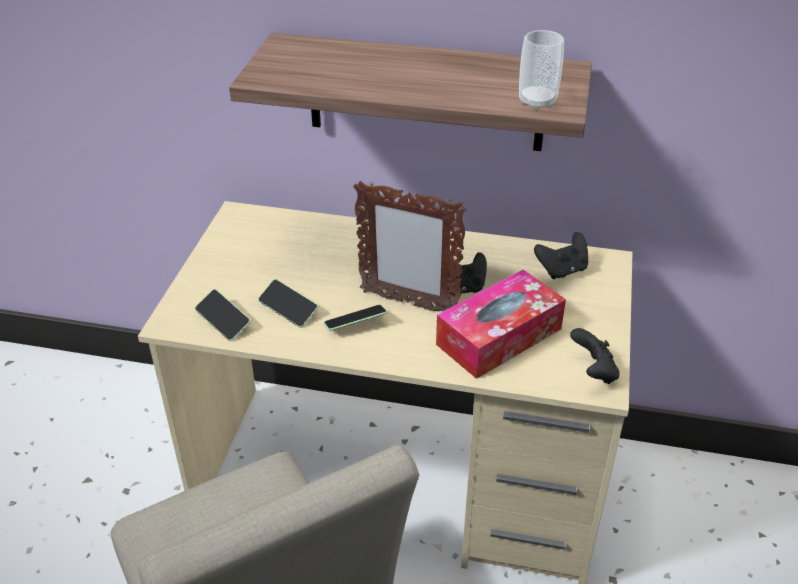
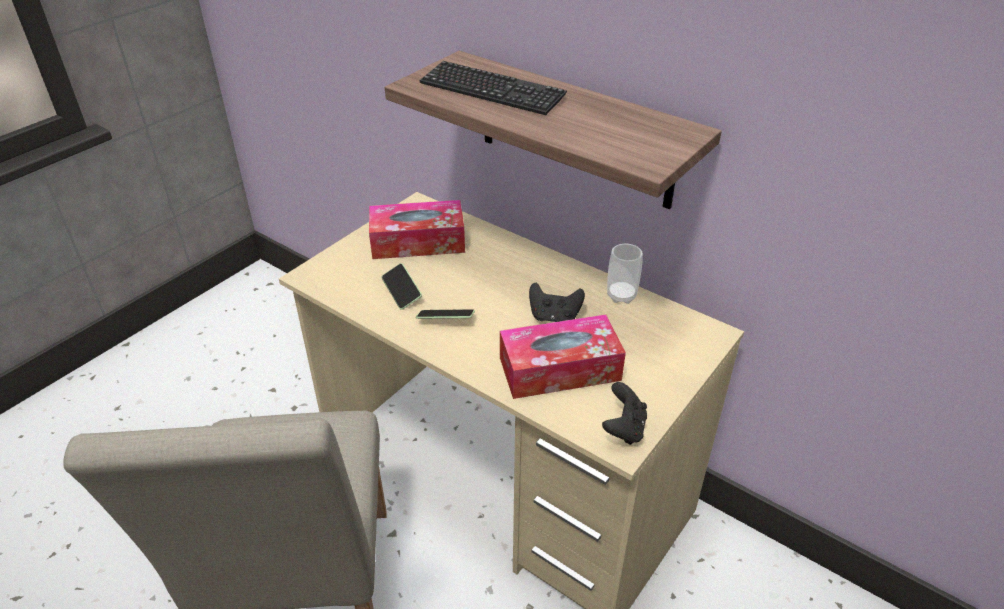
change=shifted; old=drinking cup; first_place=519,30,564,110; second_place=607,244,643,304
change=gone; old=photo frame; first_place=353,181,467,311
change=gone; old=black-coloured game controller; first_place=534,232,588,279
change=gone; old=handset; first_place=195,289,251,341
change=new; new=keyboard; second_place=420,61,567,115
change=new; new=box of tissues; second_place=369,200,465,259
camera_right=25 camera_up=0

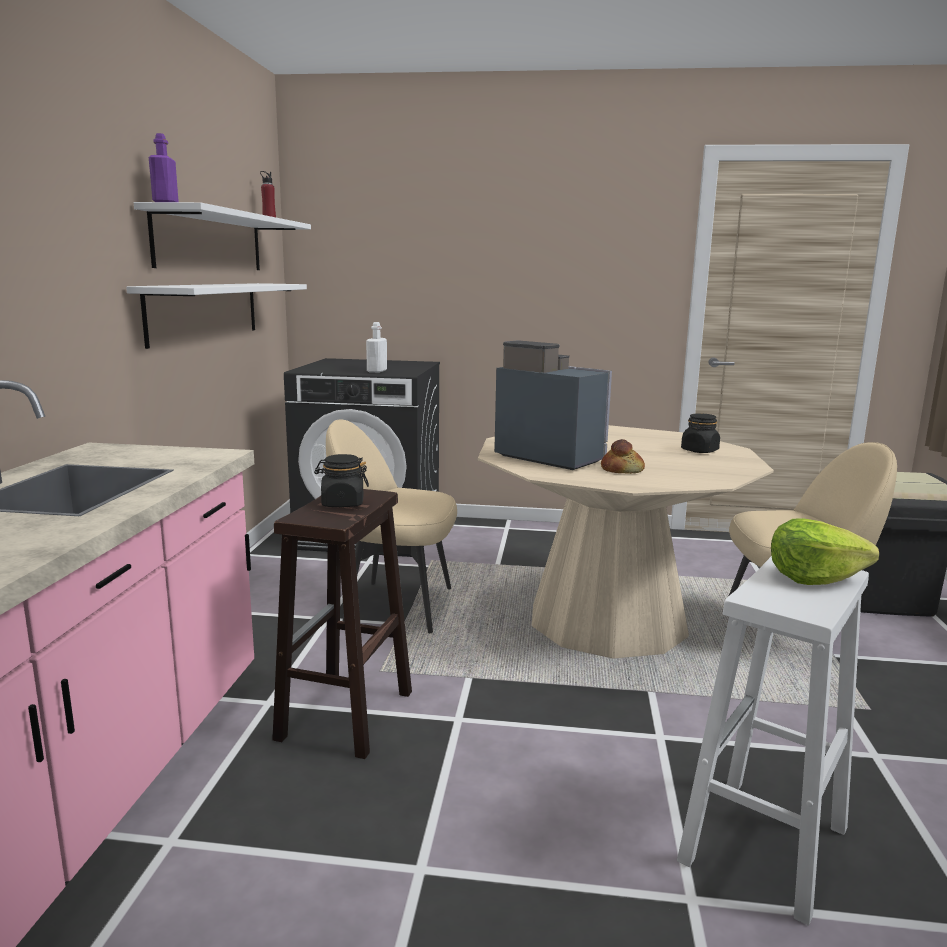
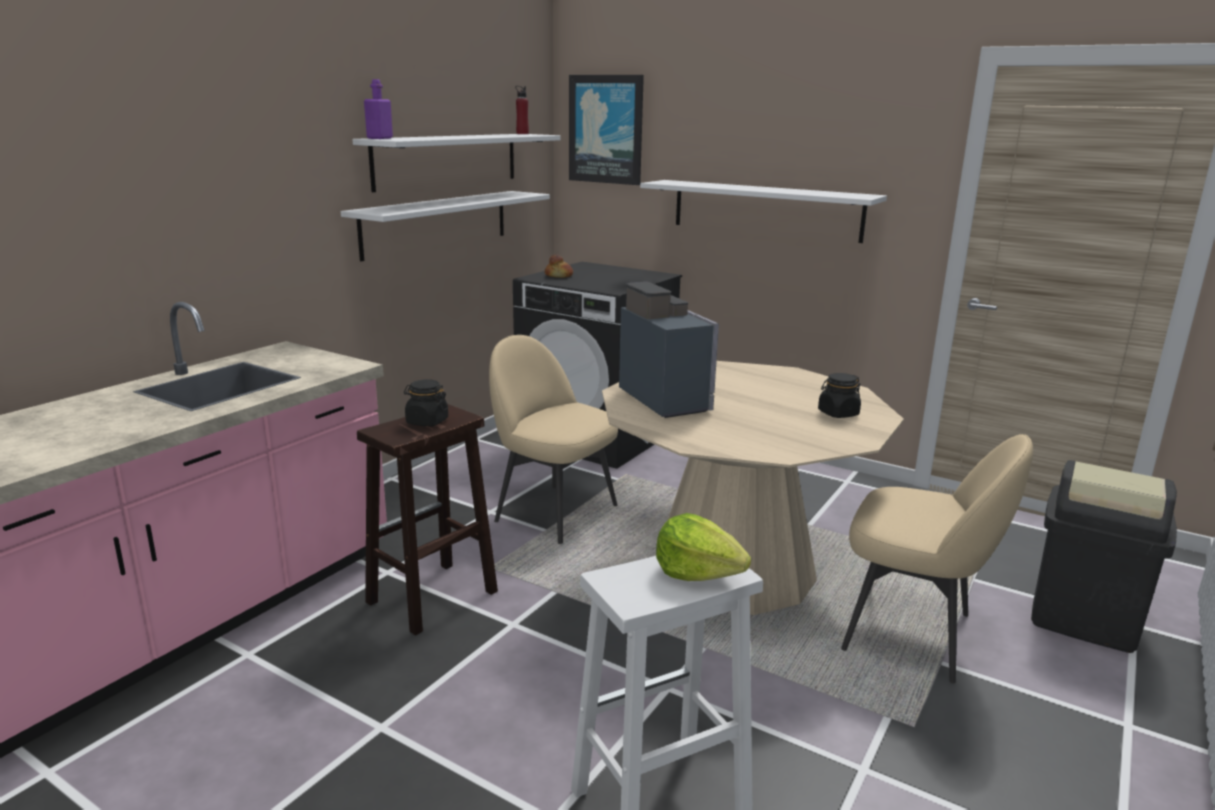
change=gone; old=white-coloured bottle; first_place=366,322,387,373
change=shifted; old=baked bread; first_place=601,439,645,474; second_place=545,254,573,278
change=new; new=wall art; second_place=569,75,644,185
change=new; new=white-coloured shelf; second_place=640,180,887,243
camera_right=25 camera_up=5

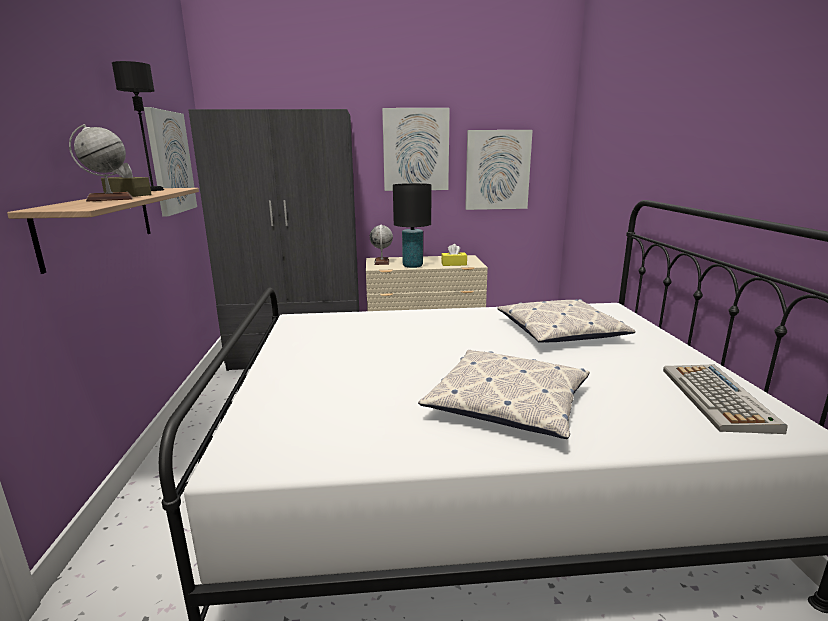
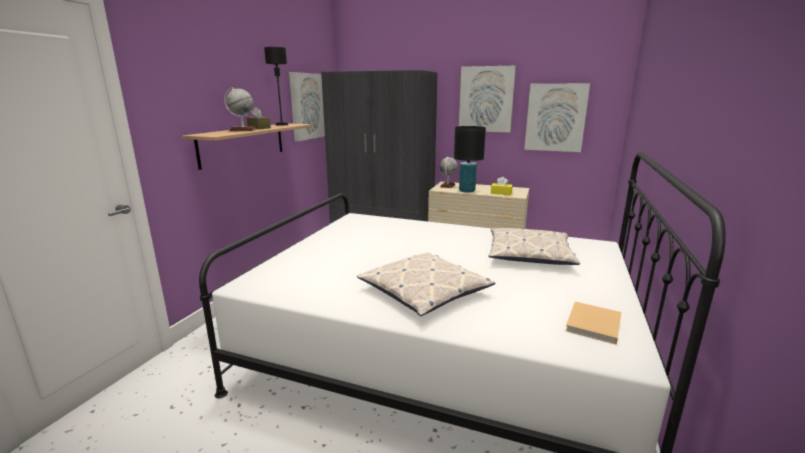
change=swapped; old=keyboard; new=sand-coloured bound book; first_place=663,364,788,434; second_place=565,302,621,345
camera_right=25 camera_up=0

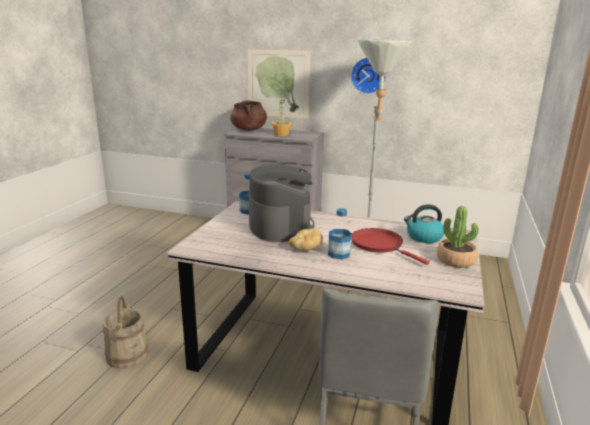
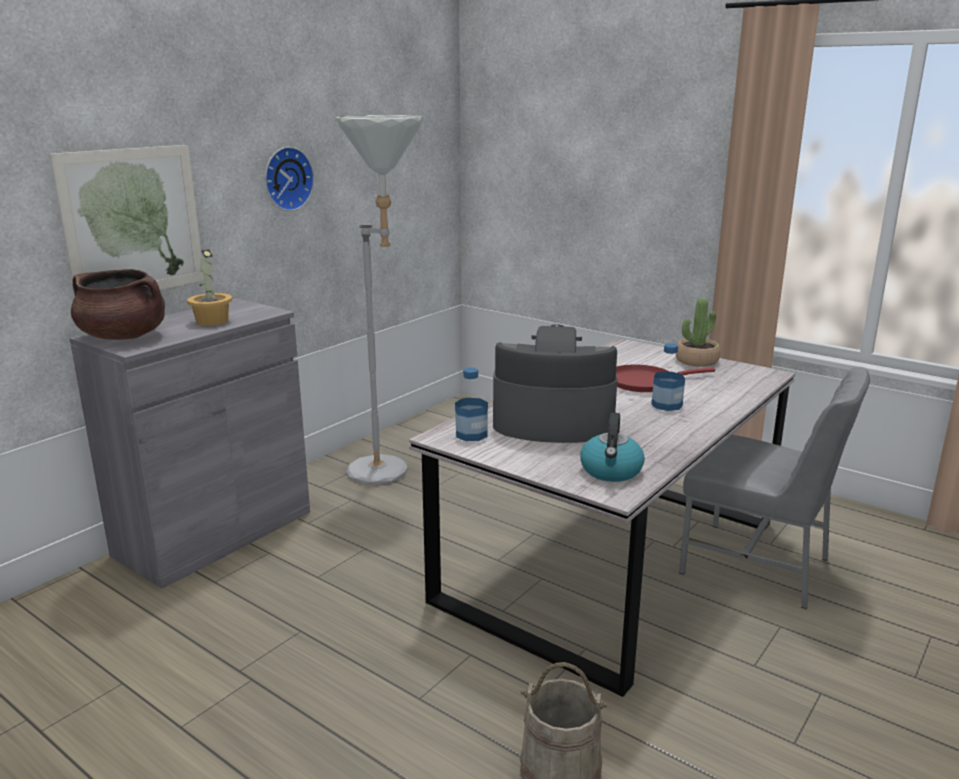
change=shifted; old=water kettle; first_place=404,204,444,243; second_place=580,413,645,482
change=gone; old=baked bread; first_place=289,229,323,251
camera_right=-70 camera_up=0

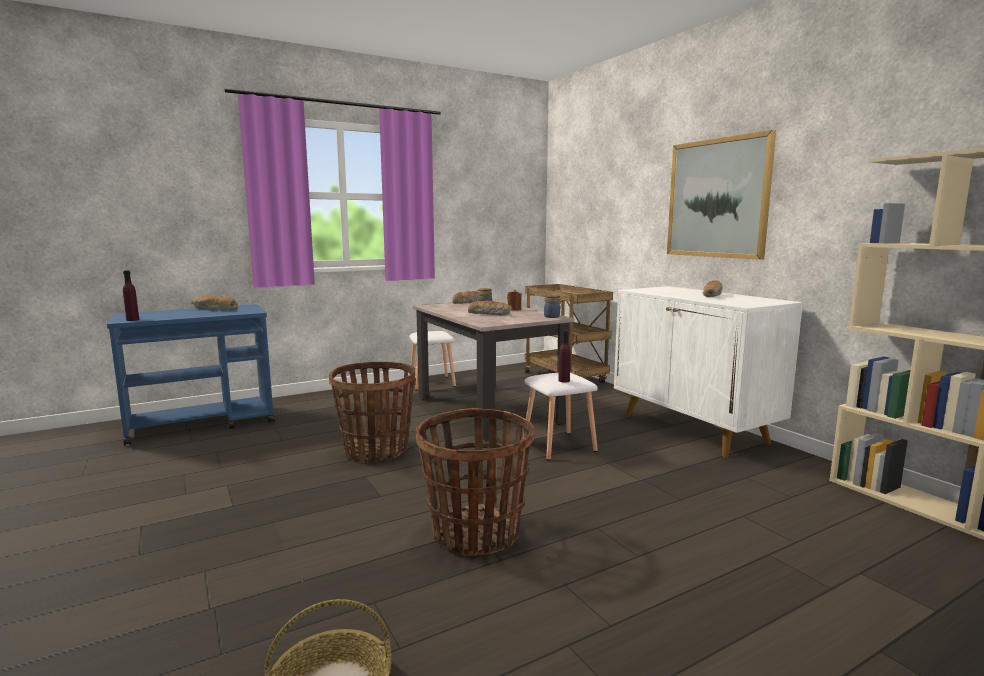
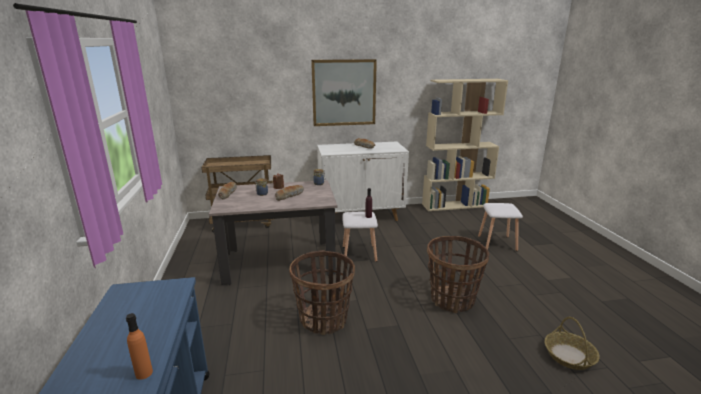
change=repainted; old=purplish bottle; new=orange bottle; first_place=123,270,139,321; second_place=126,313,153,380
change=gone; old=baked bread; first_place=191,296,238,309
change=shifted; old=white-coloured stool; first_place=409,331,456,390; second_place=478,203,523,251
camera_right=-70 camera_up=10

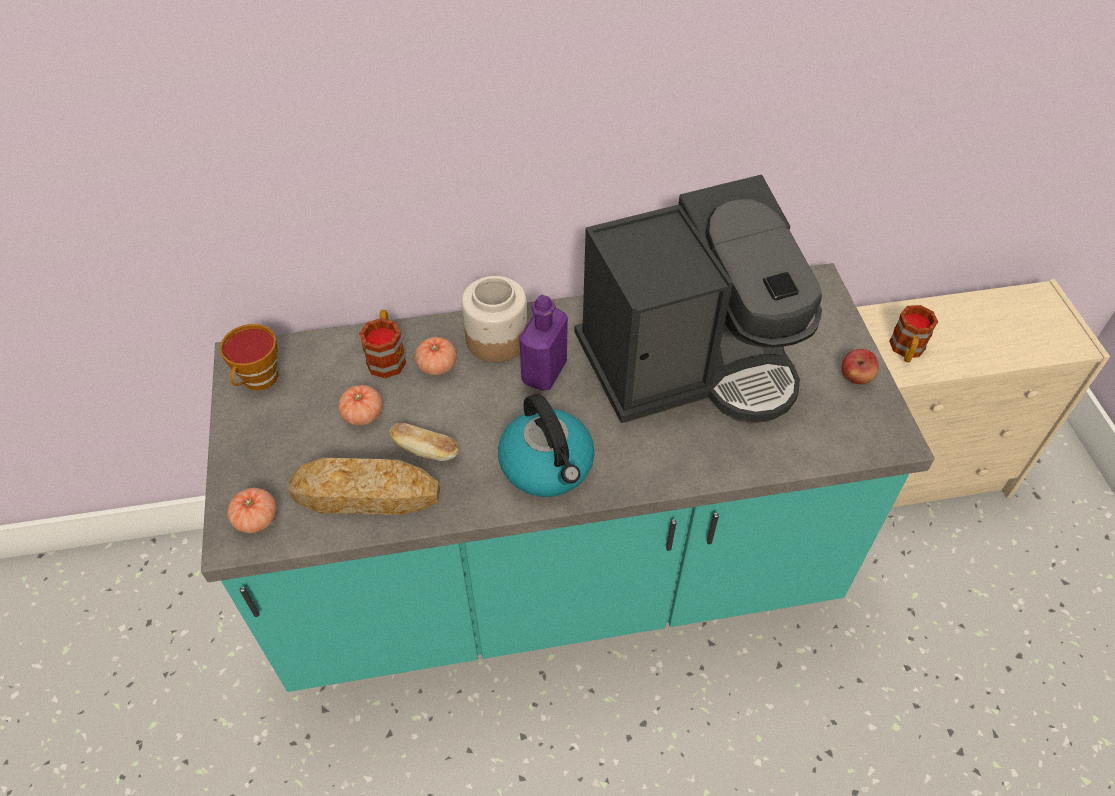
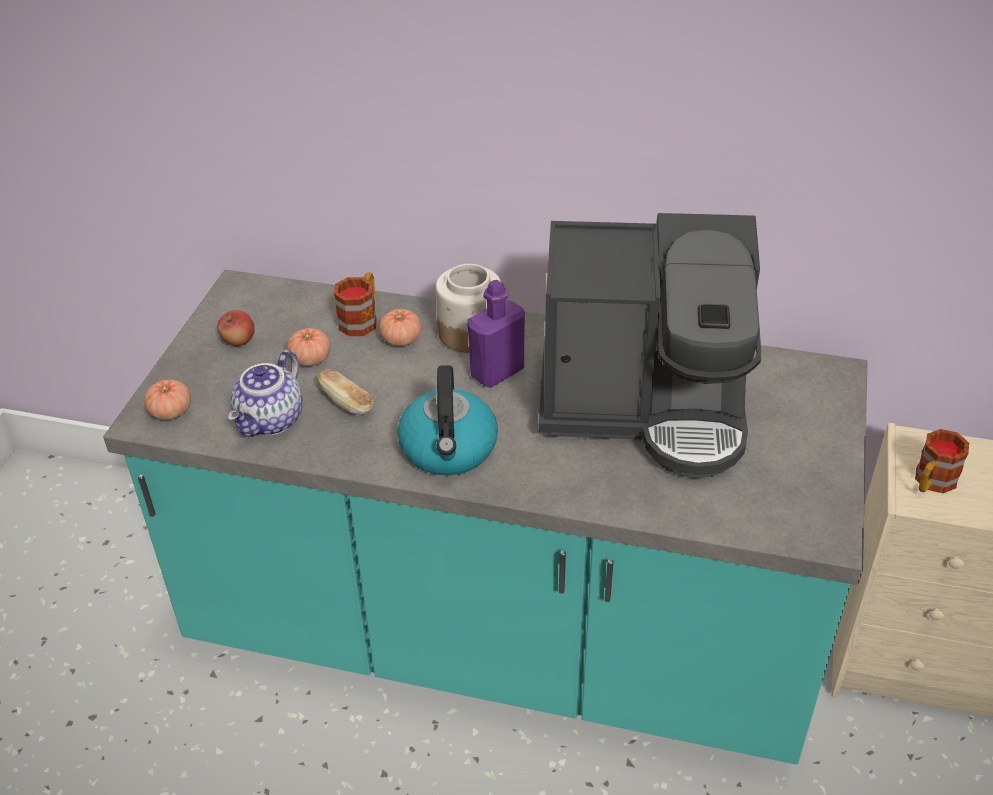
change=gone; old=drinking cup; first_place=220,324,278,391
change=shifted; old=apple; first_place=841,349,879,384; second_place=217,310,255,346
change=swapped; old=baked bread; new=teapot; first_place=287,458,440,515; second_place=228,350,303,437
camera_right=25 camera_up=-10

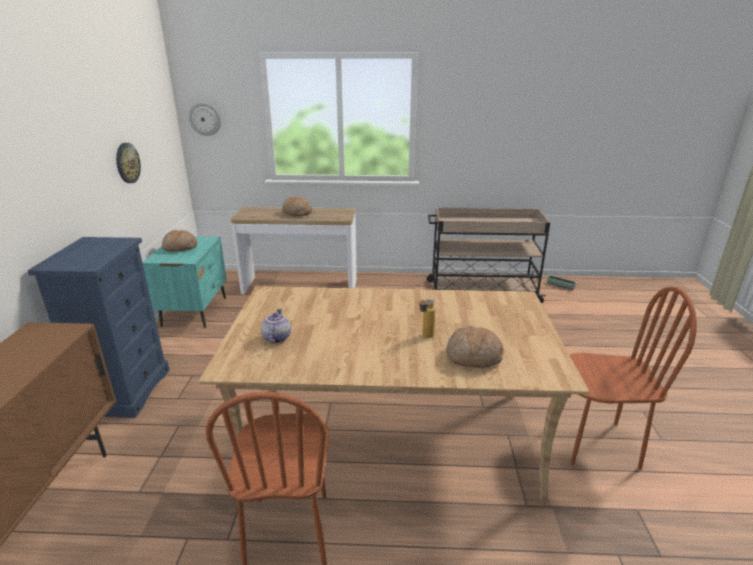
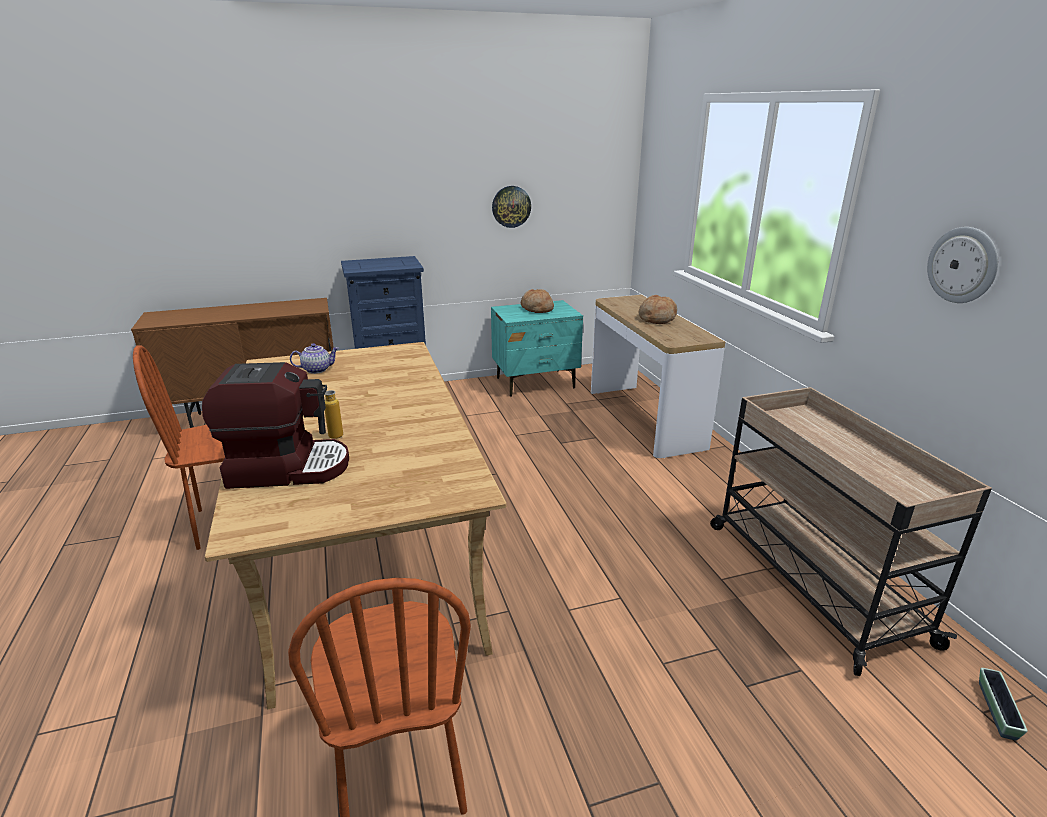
change=shifted; old=wall clock; first_place=189,103,221,136; second_place=927,227,998,303
change=swapped; old=baked bread; new=coffee maker; first_place=446,325,504,368; second_place=202,362,349,489
camera_right=70 camera_up=0

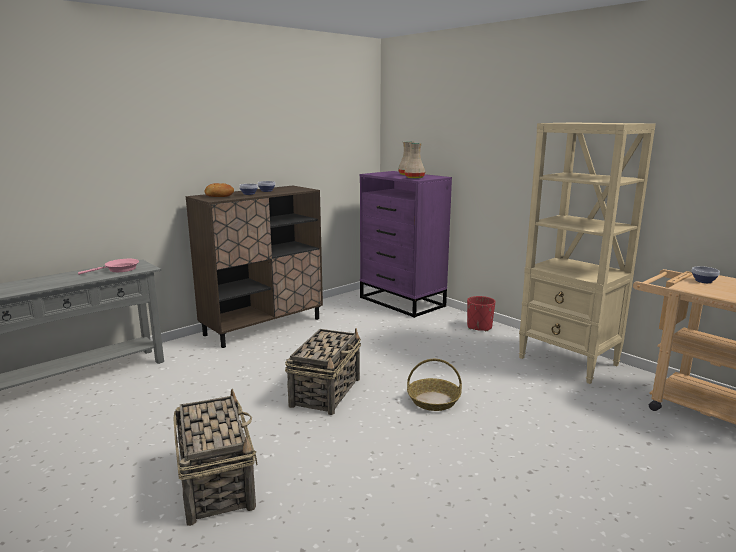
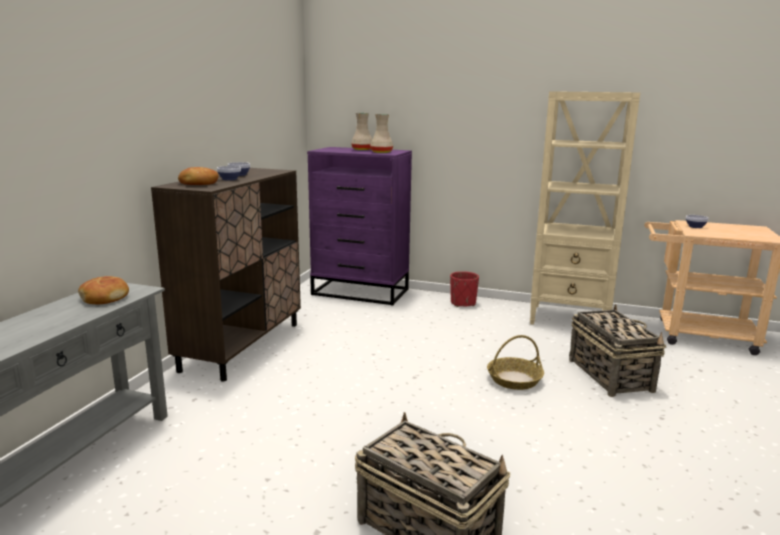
change=swapped; old=pink skillet; new=baked bread; first_place=78,259,139,275; second_place=78,276,129,305
change=shifted; old=storage basket; first_place=285,328,361,415; second_place=569,304,667,397
camera_right=-30 camera_up=0

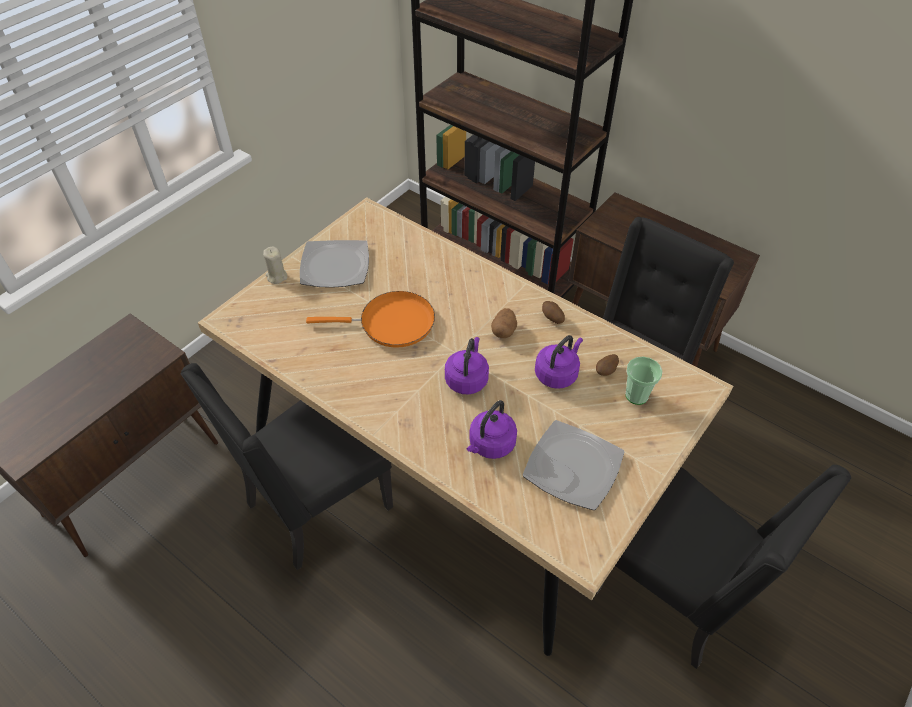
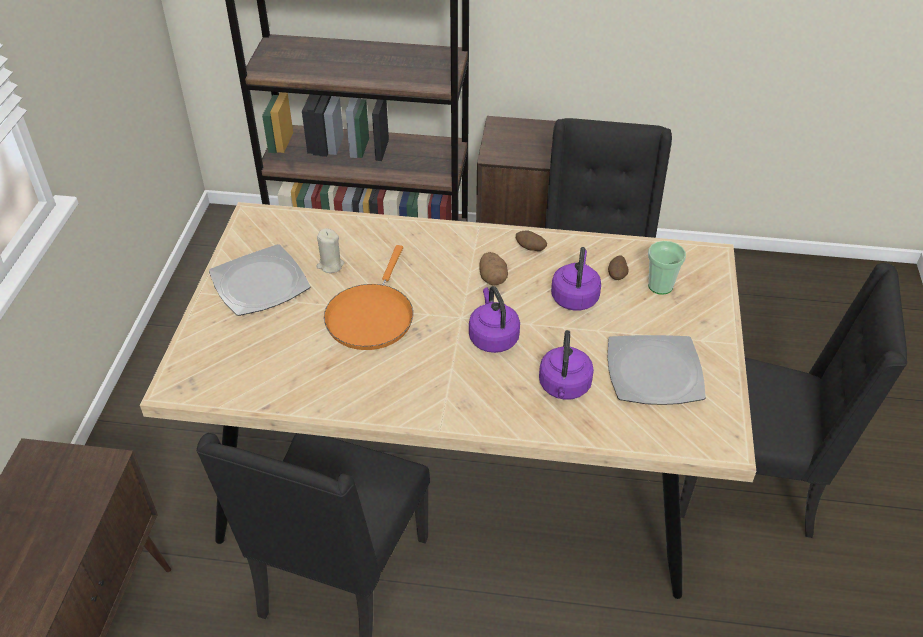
change=shifted; old=sand-coloured candle; first_place=263,247,287,284; second_place=316,228,344,273
change=rotated; old=orange skillet; first_place=306,291,435,348; second_place=324,245,413,350; degrees=135
camera_right=-30 camera_up=-5

